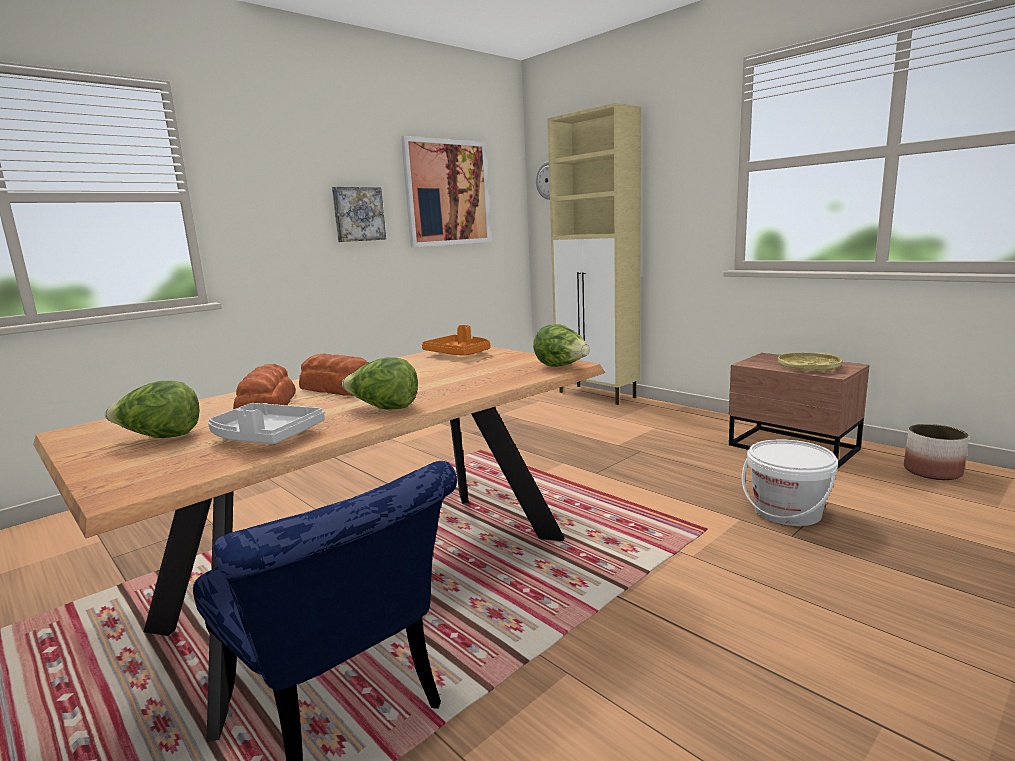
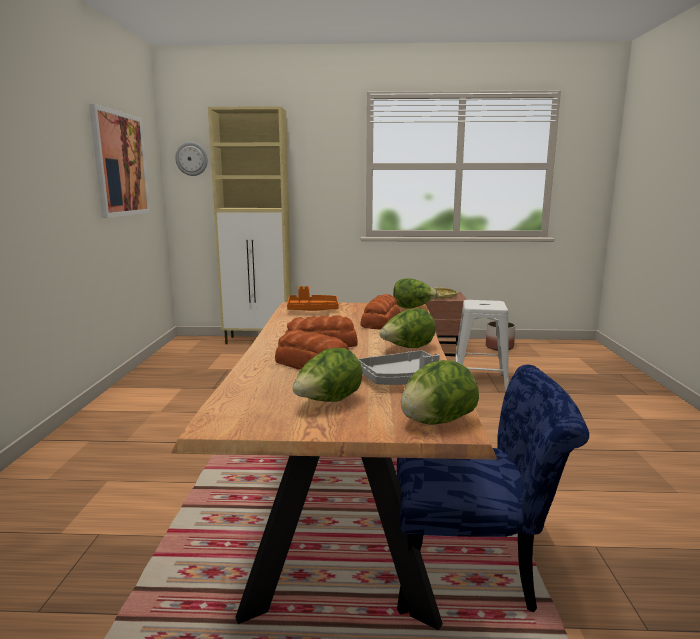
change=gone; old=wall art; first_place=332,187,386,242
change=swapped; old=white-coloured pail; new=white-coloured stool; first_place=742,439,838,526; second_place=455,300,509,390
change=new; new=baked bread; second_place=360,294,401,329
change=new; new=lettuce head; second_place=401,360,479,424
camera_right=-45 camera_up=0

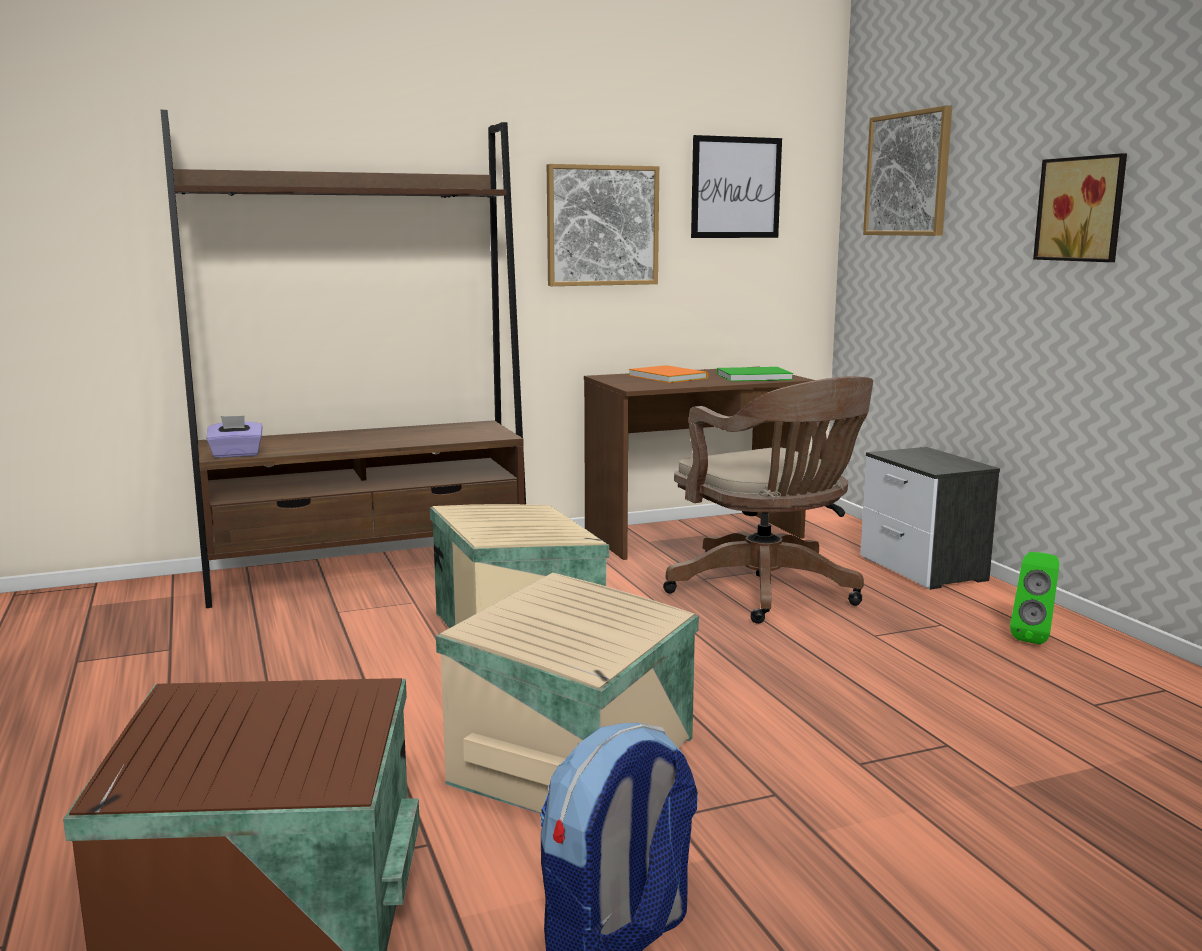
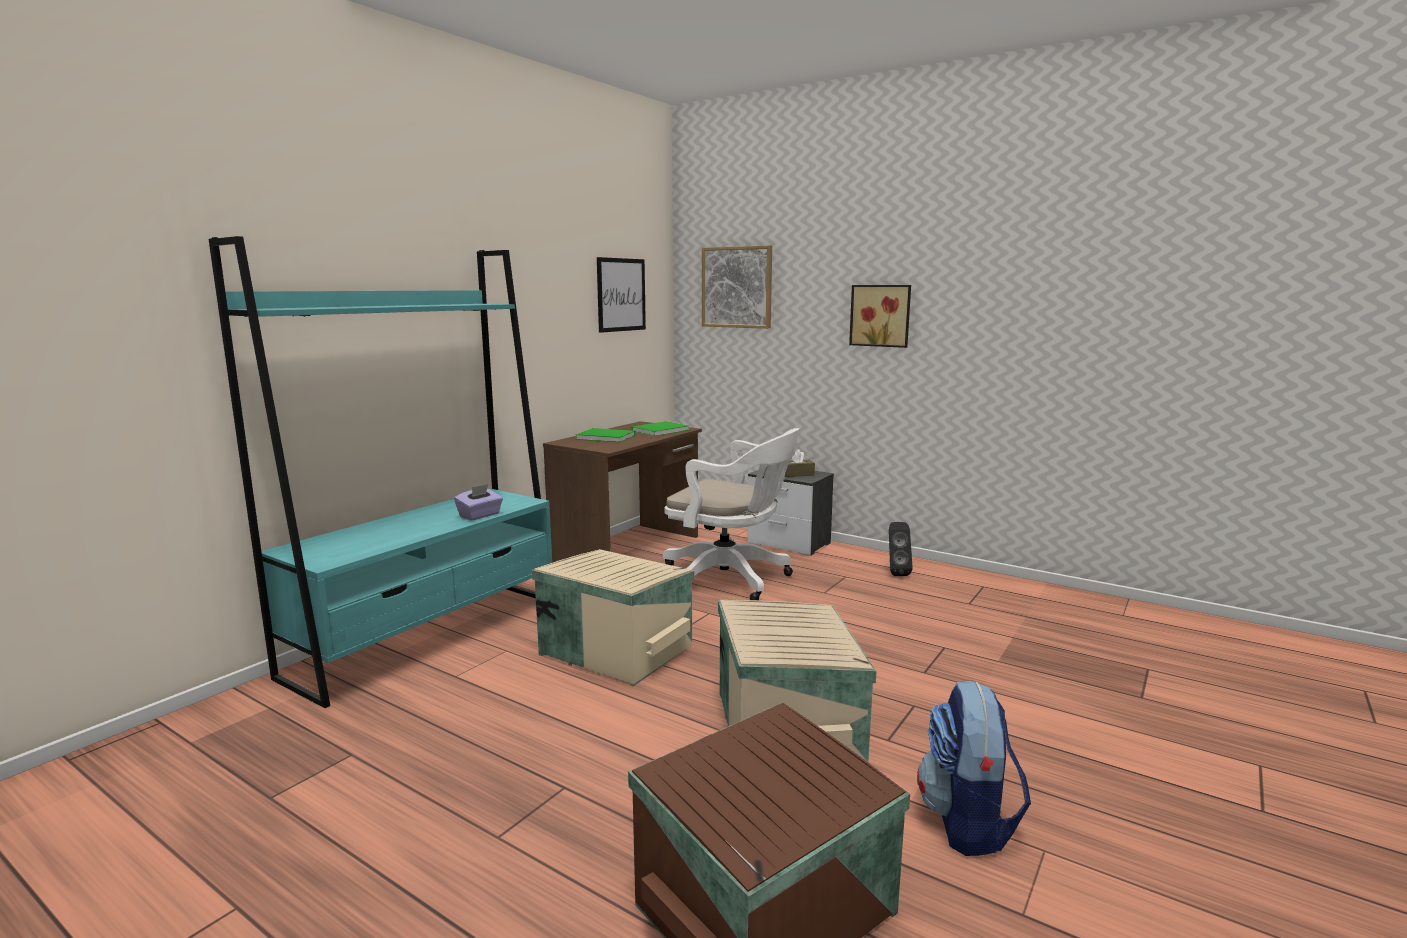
change=repainted; old=brown shelving unit; new=blue-green shelving unit; first_place=161,110,526,608; second_place=209,236,552,708
change=gone; old=wall art; first_place=547,164,659,286
change=repainted; old=orange bound book; new=green-coloured bound book; first_place=629,365,709,383; second_place=576,428,635,442
change=repainted; old=brown computer chair; new=white-coloured computer chair; first_place=663,376,873,624; second_place=663,428,799,600
change=shifted; old=purplish box of tissues; first_place=206,415,263,458; second_place=454,484,503,521
change=repainted; old=green-coloured loudspeaker; new=black-coloured loudspeaker; first_place=1010,552,1059,644; second_place=889,522,913,576
change=new; new=brown box of tissues; second_place=785,449,815,477
camera_right=-35 camera_up=0

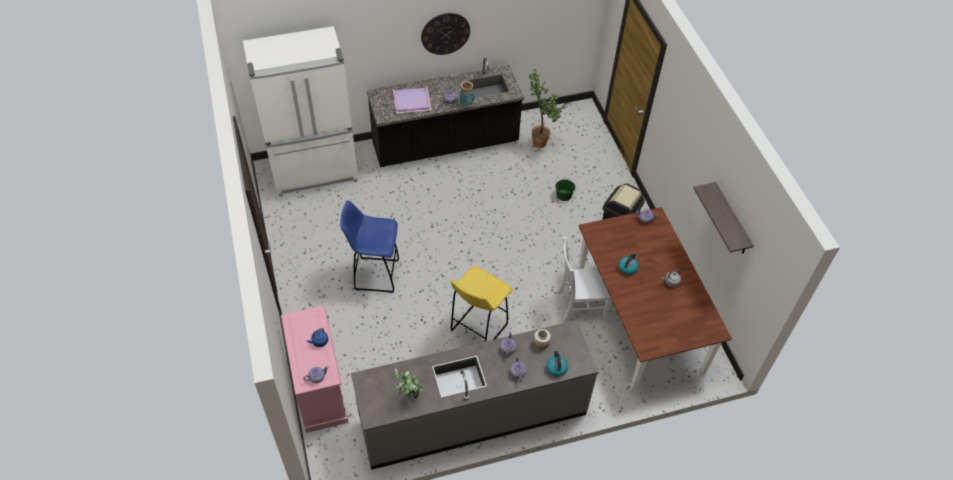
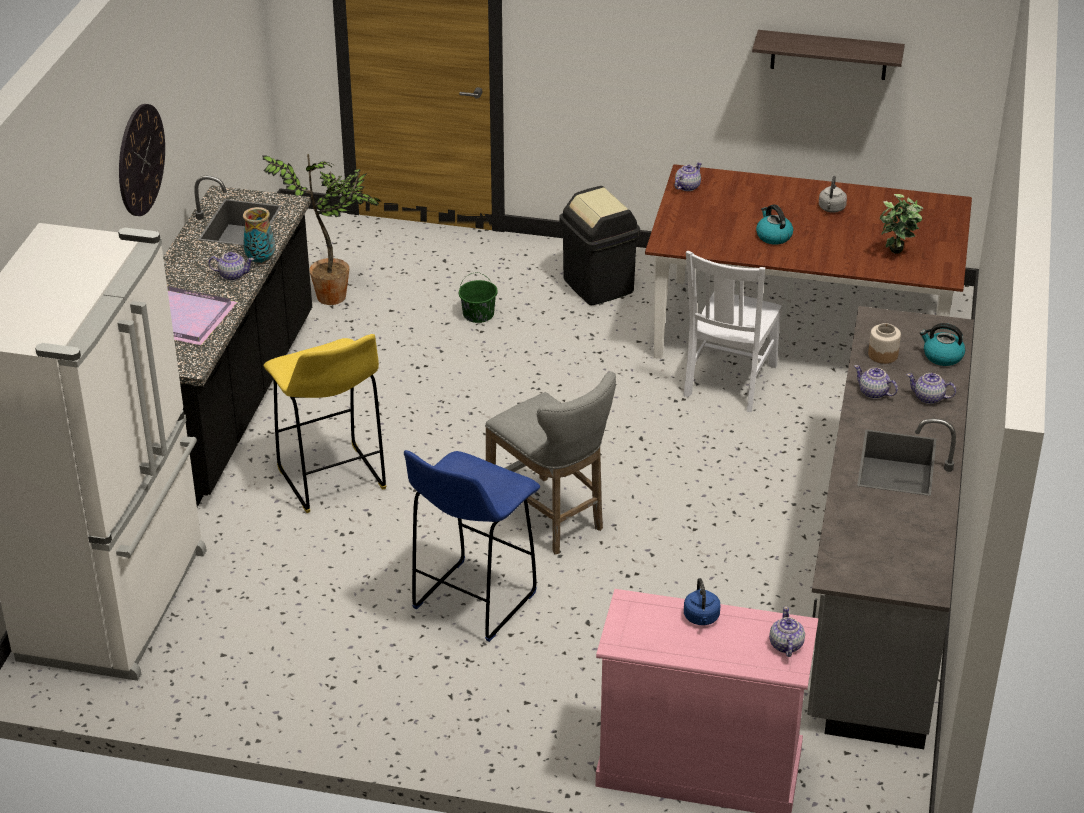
change=shifted; old=yellow stool; first_place=450,266,513,341; second_place=263,334,386,513
change=shifted; old=houseplant; first_place=394,368,424,398; second_place=880,194,923,254
change=new; new=gray stool; second_place=485,372,616,554
camera_right=-60 camera_up=-15

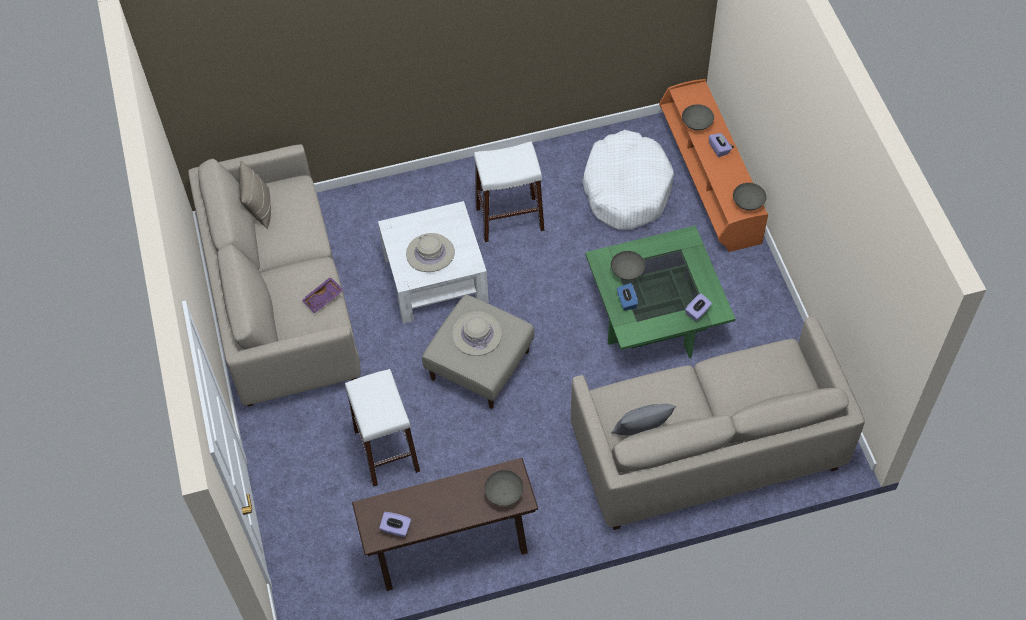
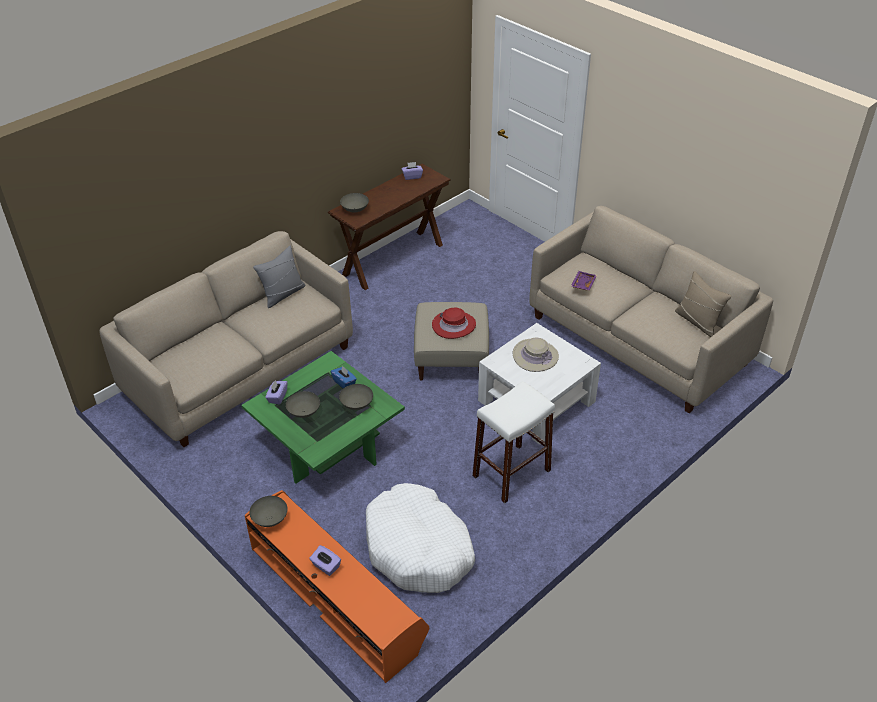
change=shifted; old=gray deep dish; first_place=682,104,714,131; second_place=286,391,320,418
change=repainted; old=sand-coloured clothing hat; new=red-coloured clothing hat; first_place=452,311,502,356; second_place=432,308,476,339
change=gone; old=white-coloured stool; first_place=345,369,420,487
camera_right=150 camera_up=-15

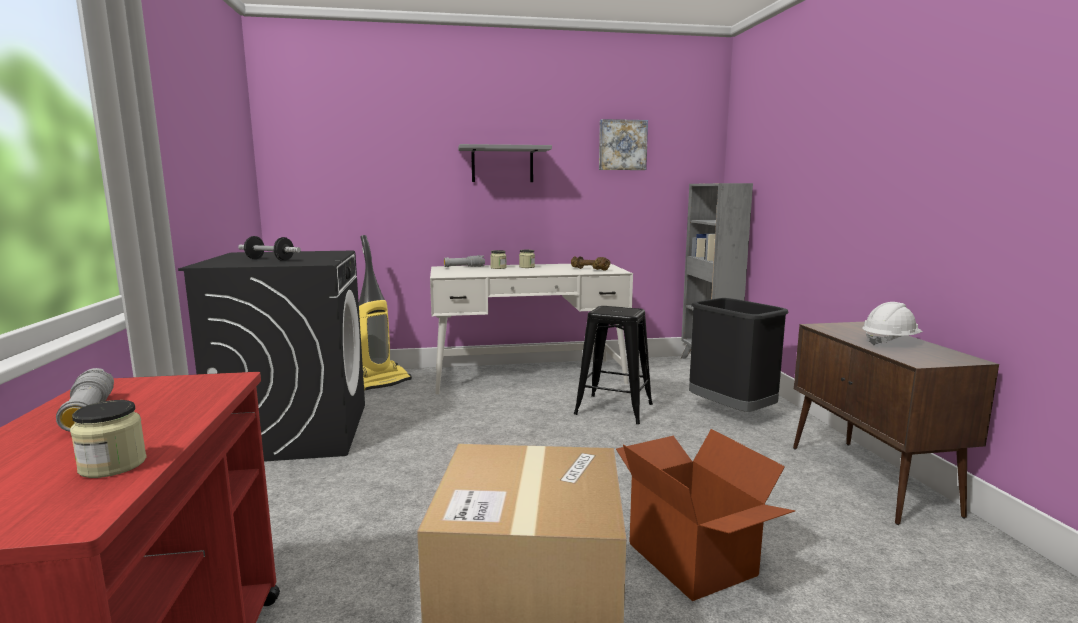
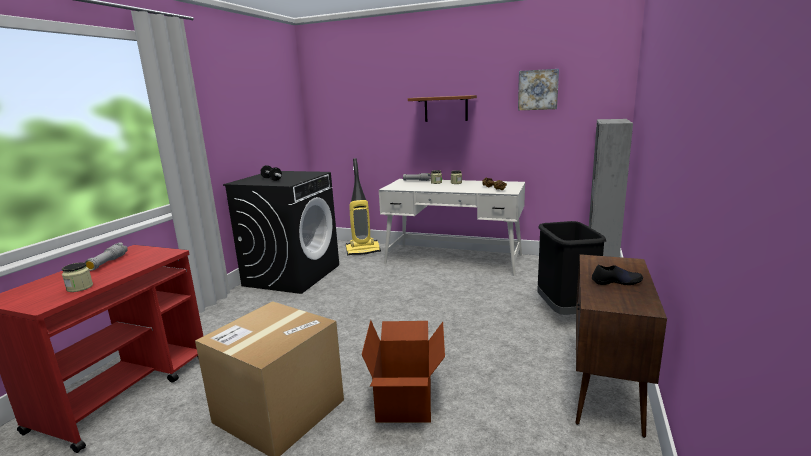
change=repainted; old=gray shelf; new=brown shelf; first_place=458,144,552,182; second_place=408,95,477,122
change=swapped; old=white-coloured hard hat; new=black-coloured item of footwear; first_place=862,302,923,346; second_place=592,264,643,285
change=gone; old=black-coloured stool; first_place=574,306,653,424
camera_right=30 camera_up=5

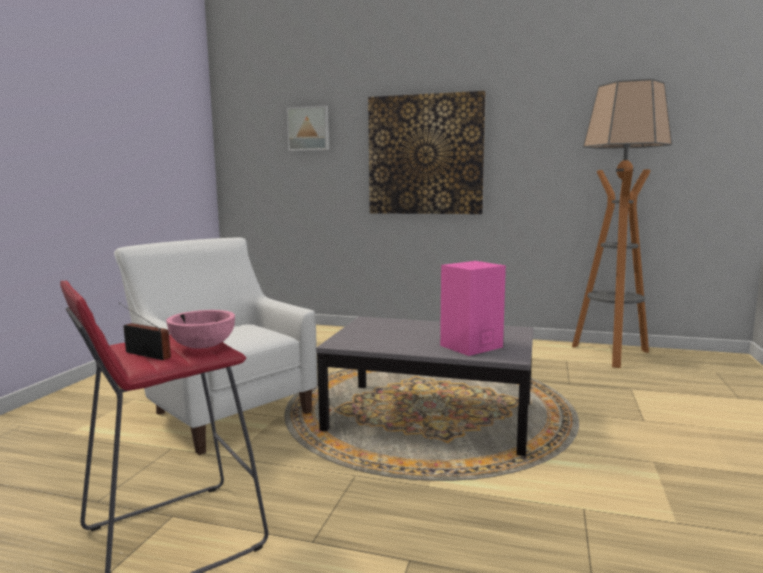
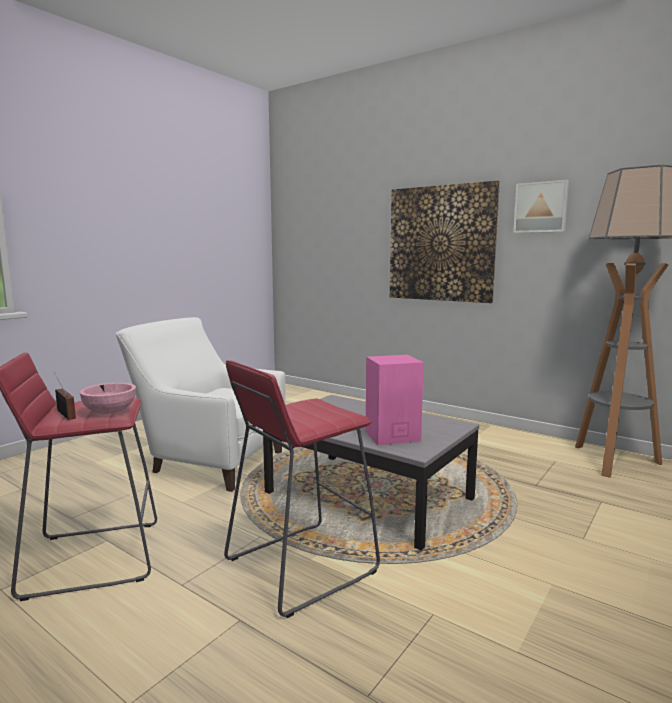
change=shifted; old=wall art; first_place=286,105,329,151; second_place=513,180,569,233
change=rotated; old=white-coloured lounge chair; first_place=114,238,317,455; second_place=116,317,286,492; degrees=-45
change=new; new=red-coloured stool; second_place=224,360,380,618
camera_right=20 camera_up=0

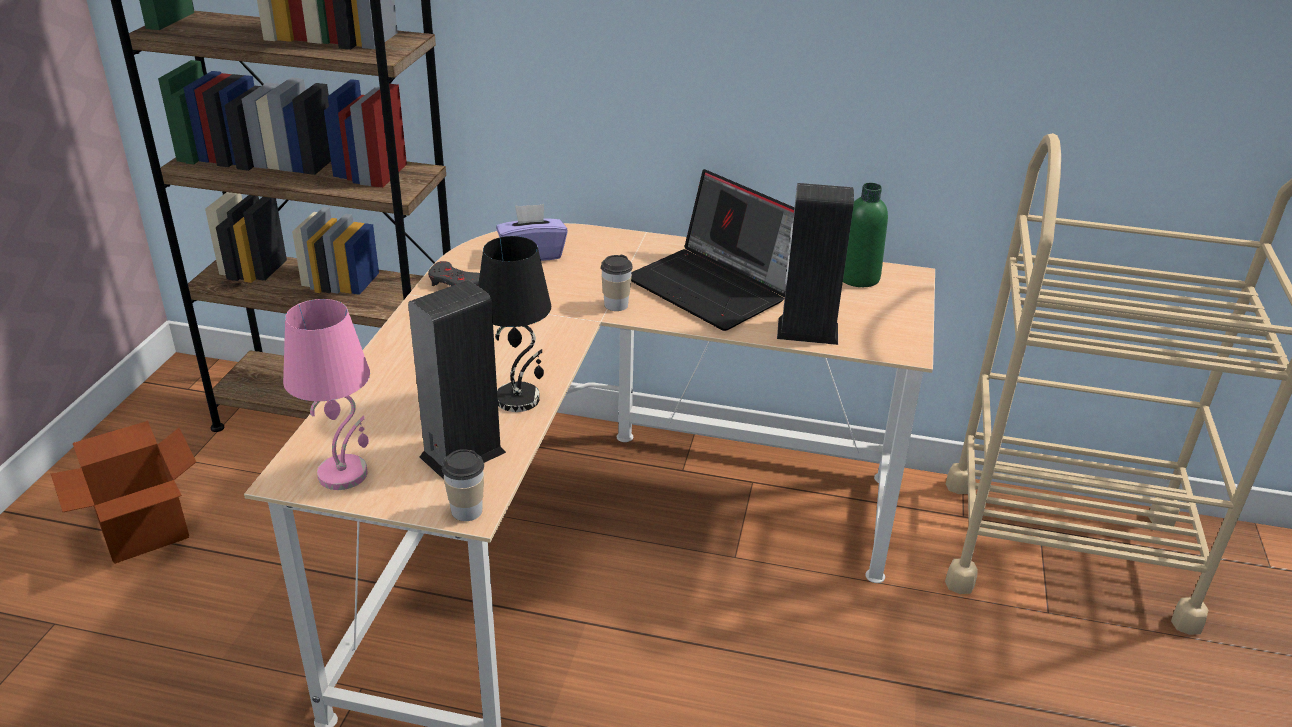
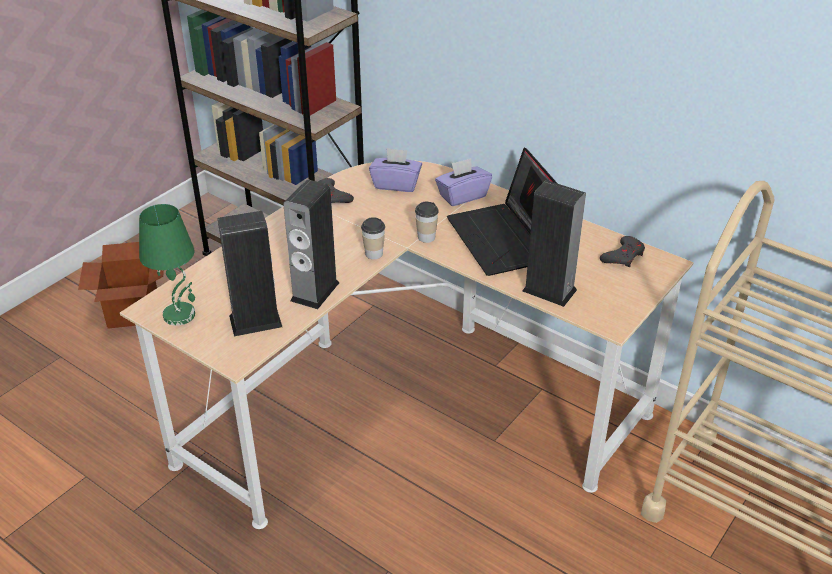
change=swapped; old=green-coloured bottle; new=gray game controller; first_place=843,183,888,287; second_place=600,236,645,267
change=swapped; old=black-coloured table lamp; new=loudspeaker; first_place=478,236,551,412; second_place=283,180,340,309
change=repainted; old=pink table lamp; new=green-coloured table lamp; first_place=283,299,370,490; second_place=139,204,195,326
change=shifted; old=drinking cup; first_place=442,449,484,521; second_place=361,217,385,259
change=new; new=purplish box of tissues; second_place=435,158,492,206
camera_right=25 camera_up=5

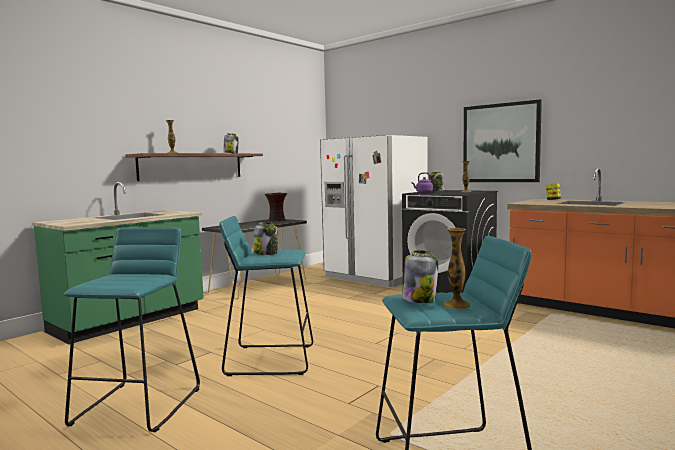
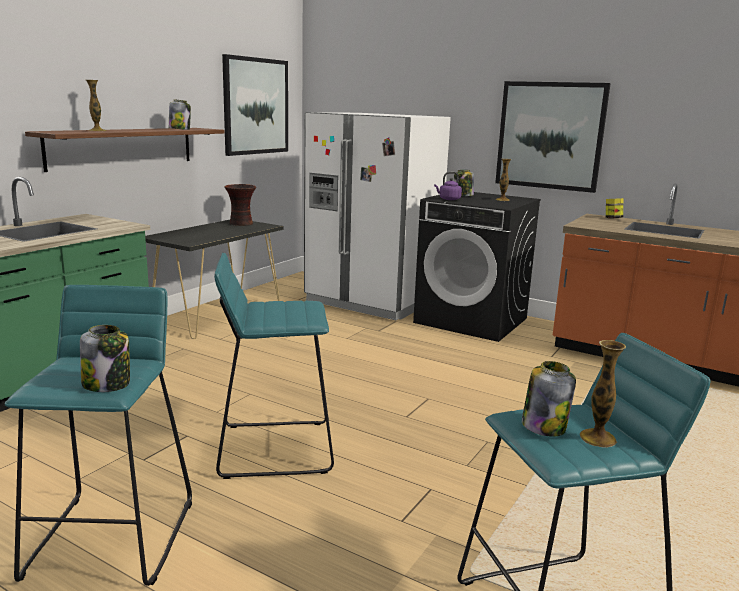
change=shifted; old=storage jar; first_place=254,222,278,255; second_place=80,325,130,392
change=new; new=wall art; second_place=222,54,288,156
camera_right=-10 camera_up=10

